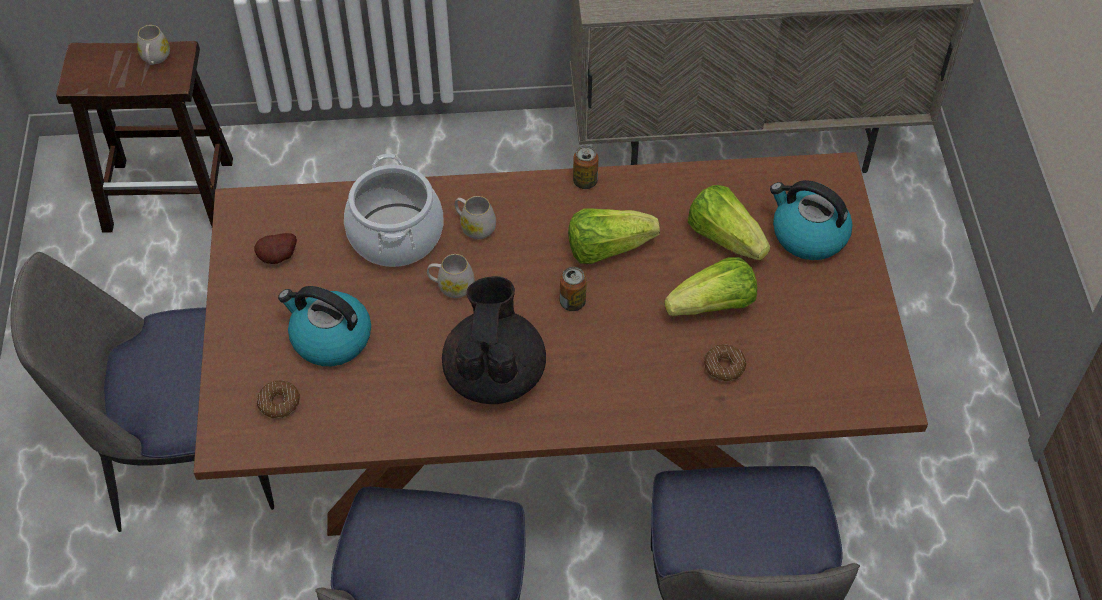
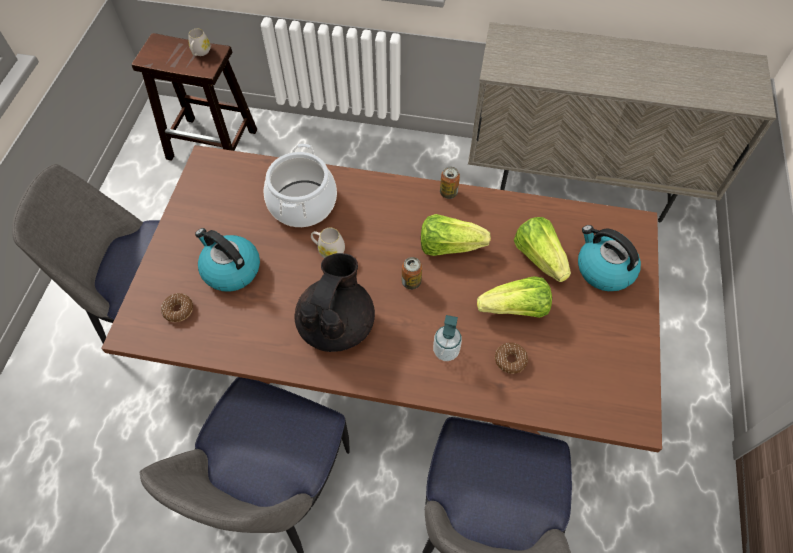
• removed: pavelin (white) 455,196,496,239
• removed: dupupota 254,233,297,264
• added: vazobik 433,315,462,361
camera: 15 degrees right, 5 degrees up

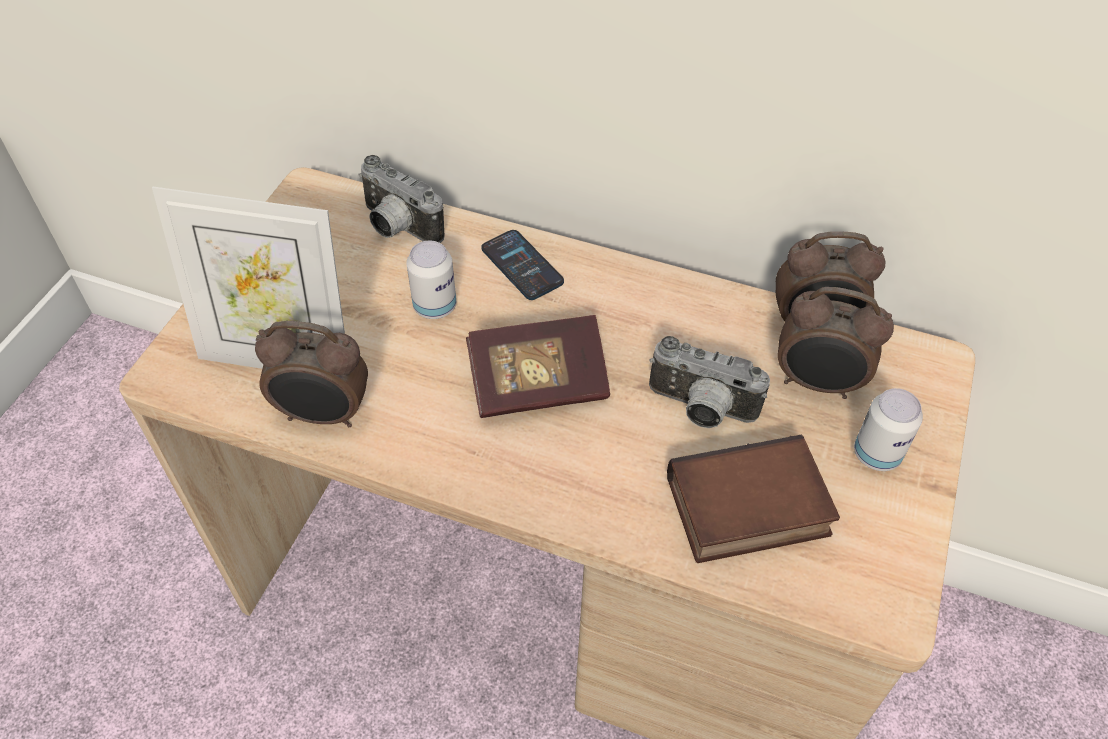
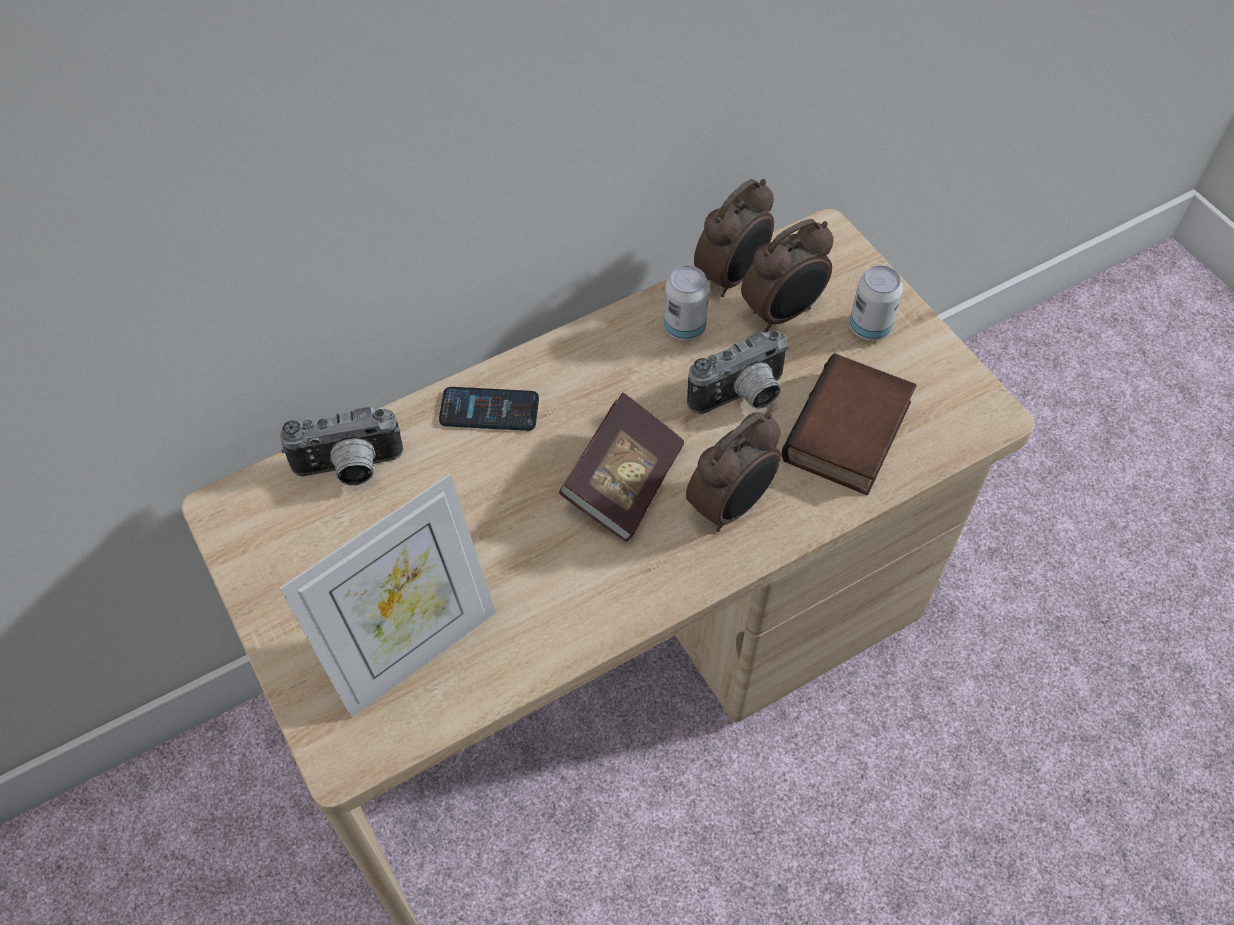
• moved: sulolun 406,241,456,319 to 664,265,710,341
• moved: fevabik 255,321,368,427 to 686,412,781,532
camera: 50 degrees left, 5 degrees up

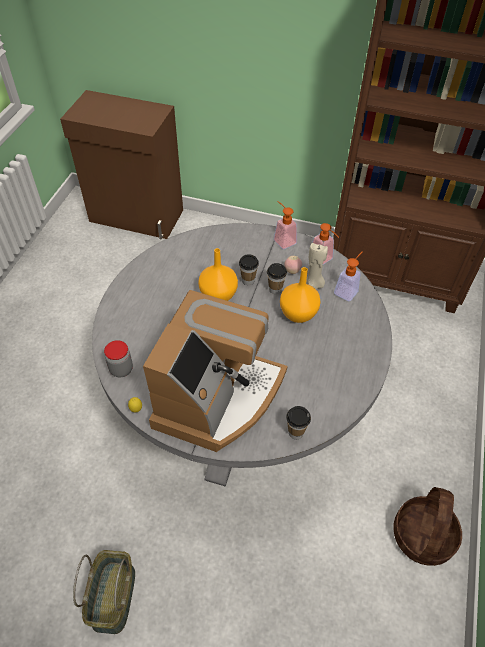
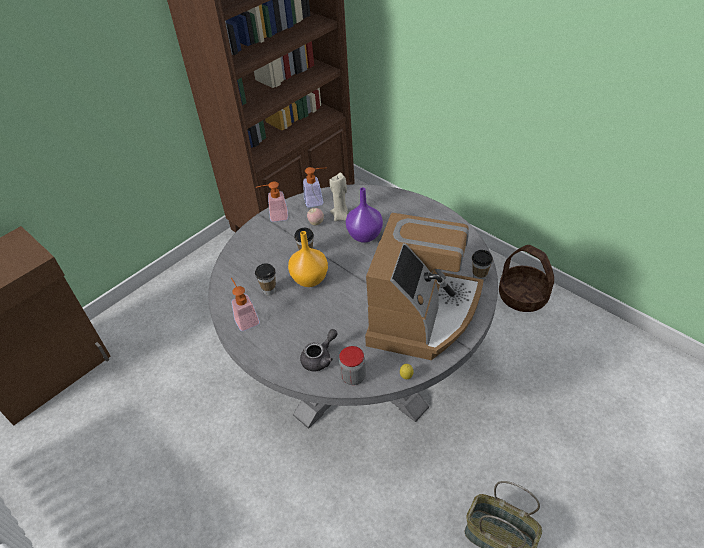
• moved: vazobik 334,251,363,301 to 231,278,260,331
• moved: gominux 267,263,287,294 to 255,263,276,295
• recoloured: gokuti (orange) 280,267,321,323 to gokuti (purple) 346,187,383,243
• turned: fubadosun 143,290,288,452 = 365,213,484,360 60 degrees clockwise
• added: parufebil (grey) 300,329,338,371
camera: 60 degrees left, 5 degrees down

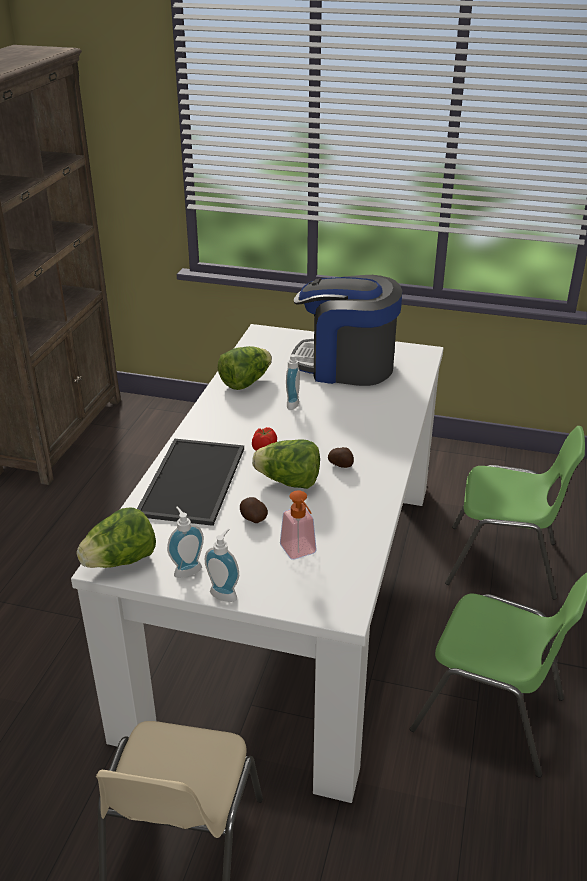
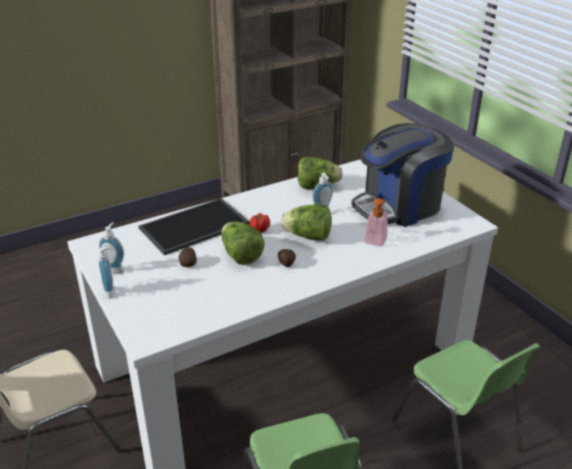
• turned: fubadosun 290,275,402,386 = 351,123,454,227 90 degrees counterclockwise
• moved: vazobik 280,490,317,560 to 364,198,388,246
• moved: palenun 76,507,156,568 to 281,204,332,241
camera: 45 degrees right, 0 degrees up

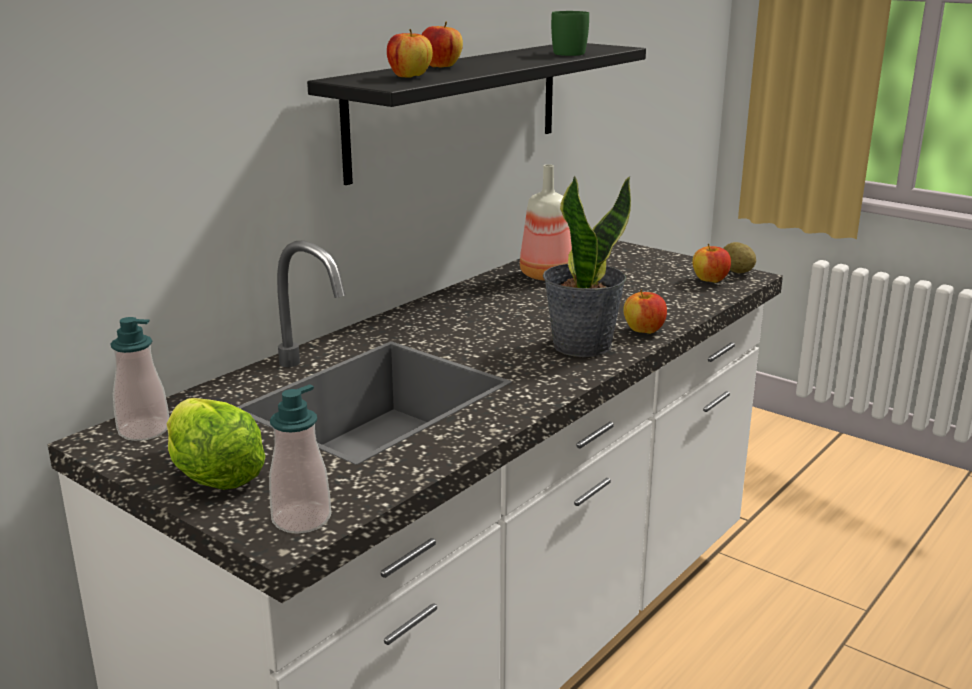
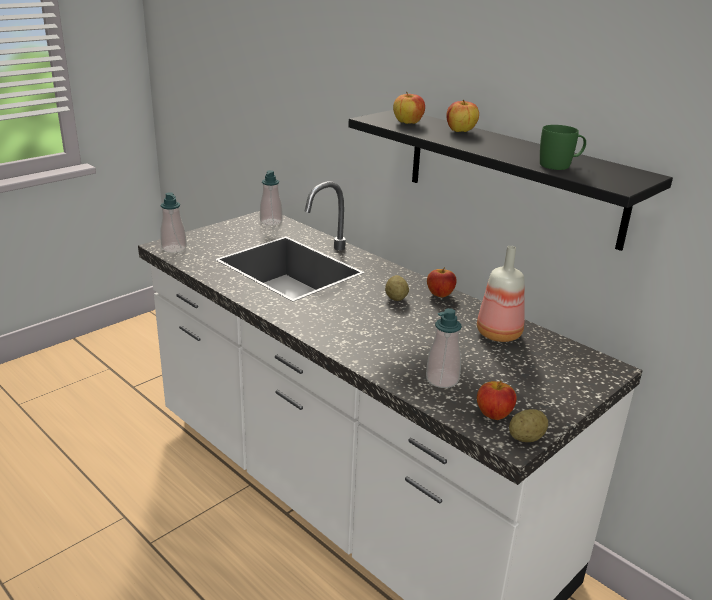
• removed: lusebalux 543,175,631,357
• moved: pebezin 623,290,667,334 to 427,267,457,297
• removed: palenun 166,398,265,490
• added: dupupota 385,275,409,301
• added: vazobik 426,308,462,388
camera: 95 degrees right, 5 degrees up

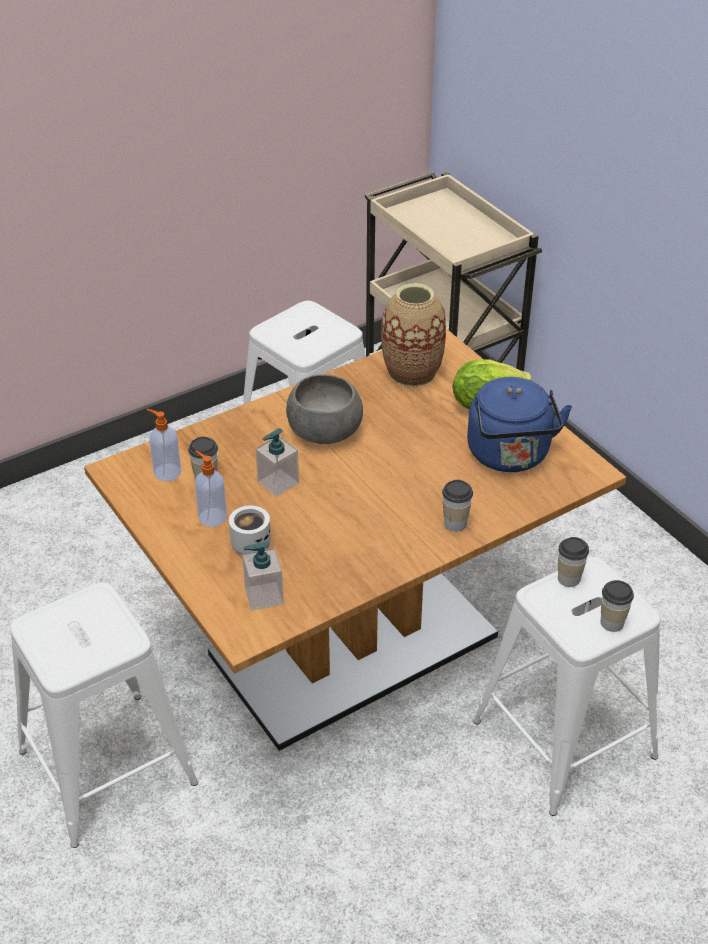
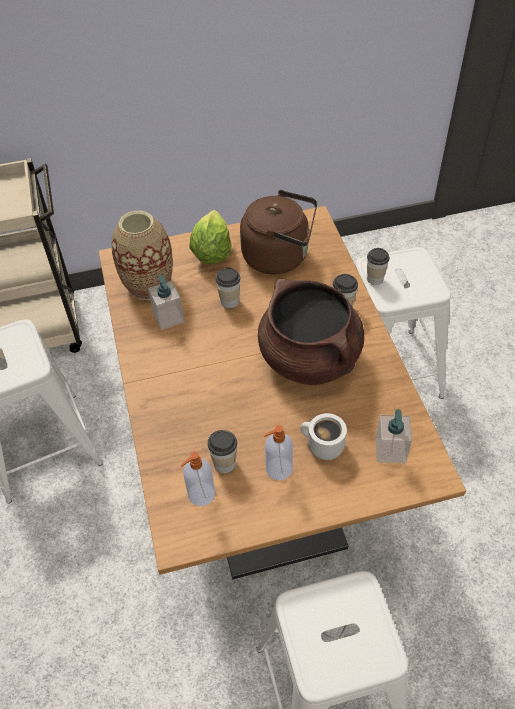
• removed: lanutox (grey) 286,374,363,444
• recoloured: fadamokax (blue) 467,377,572,472 to fadamokax (brown) 240,190,317,274
• moved: vazobik 256,428,299,496 to 148,275,184,330
• moved: gominux 601,580,634,632 to 216,267,240,308
• added: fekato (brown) 258,279,364,385
camera: 70 degrees left, 10 degrees up

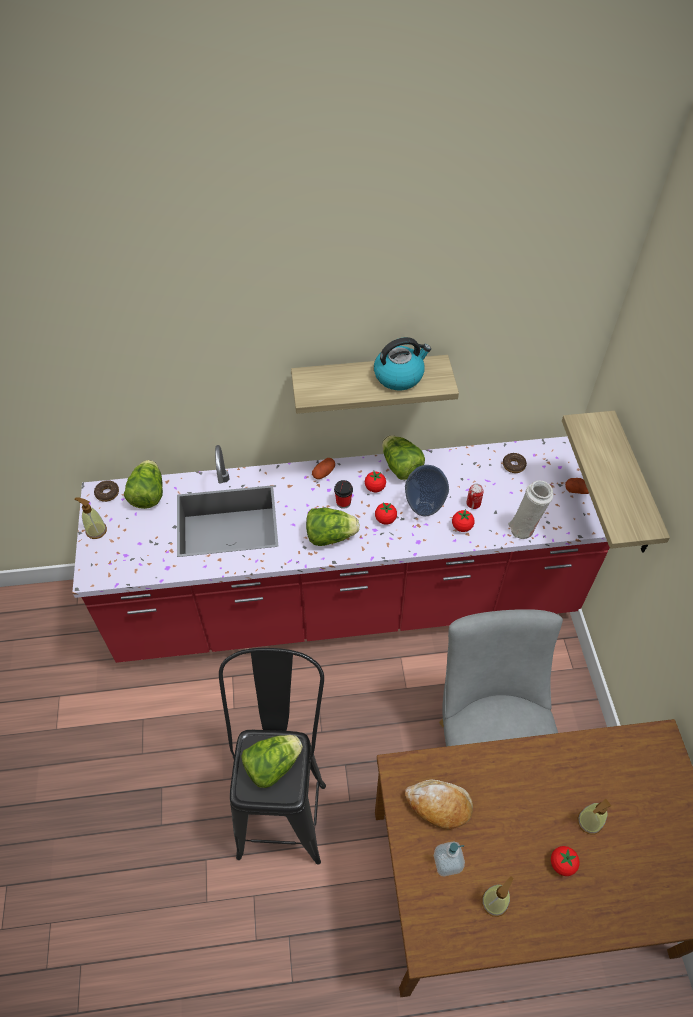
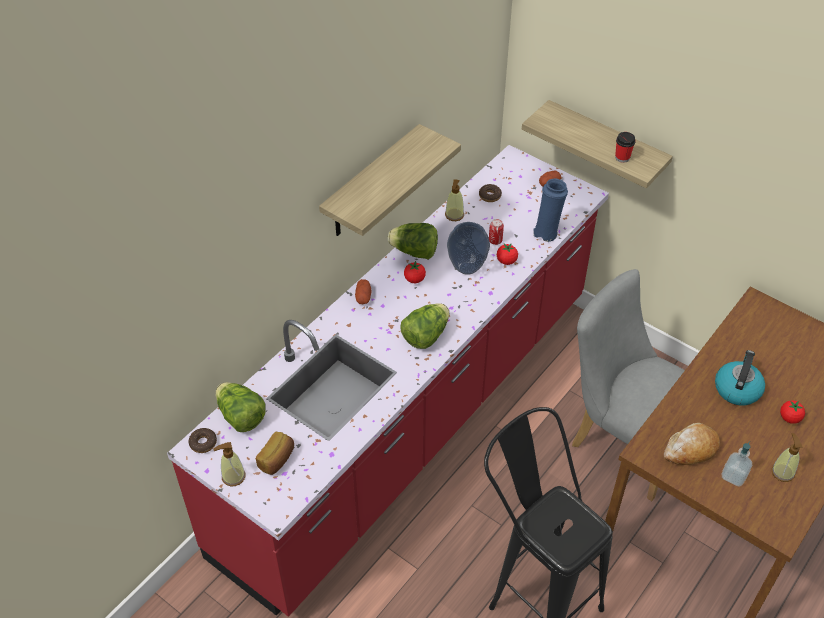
• moved: fadamokax 374,337,431,390 to 715,350,765,406
• moved: gominux 334,480,353,509 to 615,132,636,163
• recoloured: gokuti (white) 508,480,553,539 to gokuti (blue) 534,178,568,242
• removed: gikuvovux 375,502,397,525
• removed: palenun 241,735,303,788
• moved: vazobik 577,799,611,835 to 445,179,464,221
• added: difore 256,431,294,475
camera: 45 degrees left, 5 degrees down

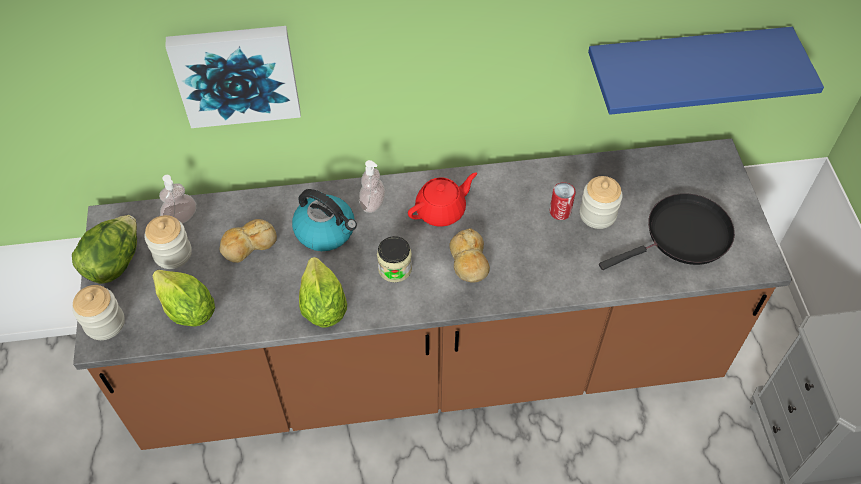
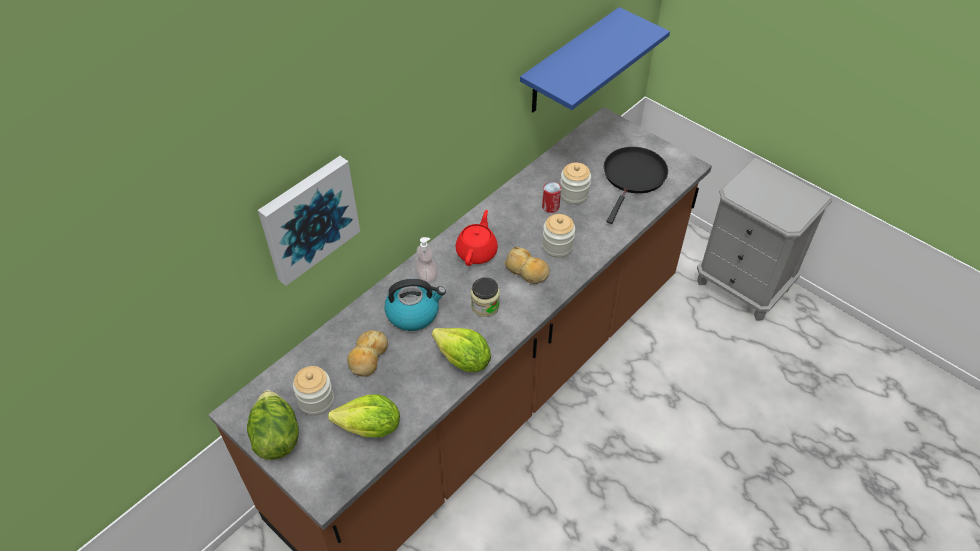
• removed: vazobik 159,175,196,224
• moved: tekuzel 72,285,125,340 to 542,214,575,258
camera: 40 degrees left, 5 degrees down

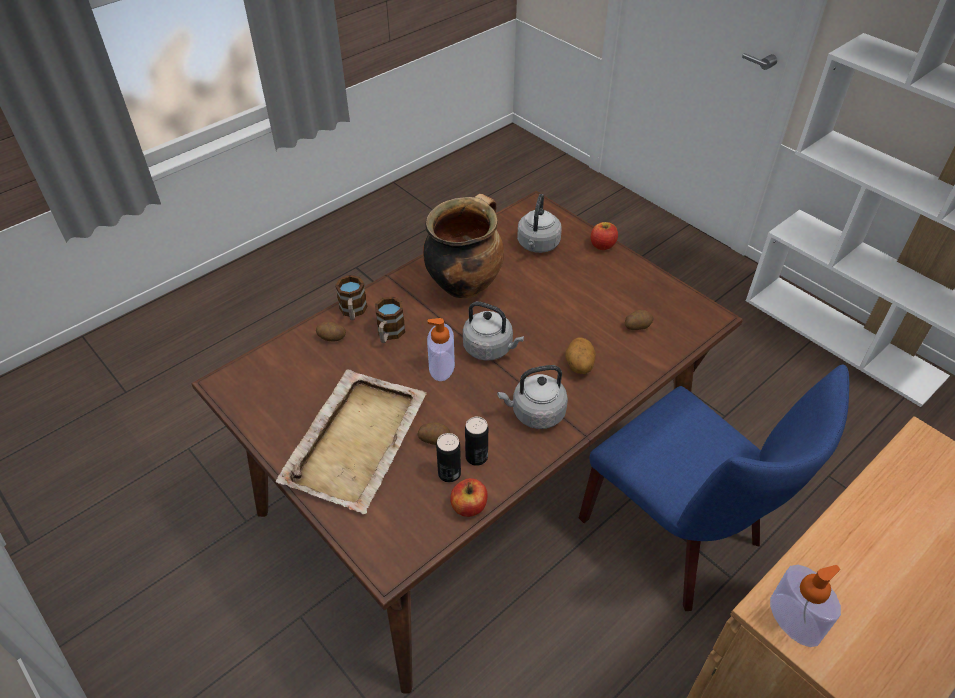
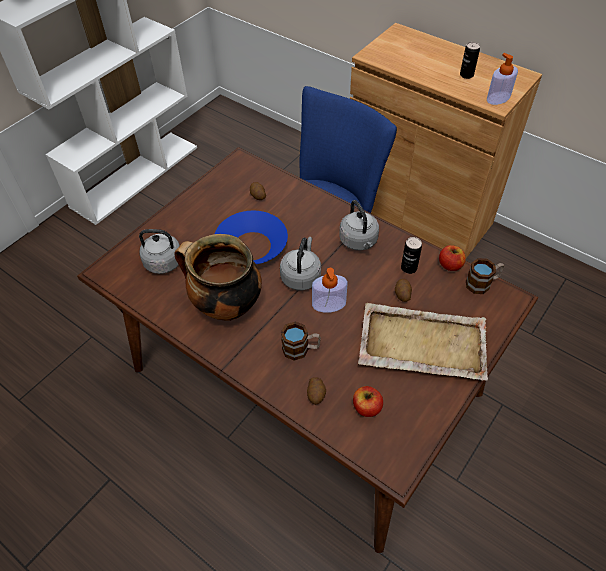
• moved: pebezin 591,222,618,250 to 353,386,383,417
• moved: pavelin 335,275,368,320 to 466,258,504,294
• removed: dupupota 565,338,596,374
• moved: sulolun 436,433,461,482 to 460,42,480,79
• added: lanutox (blue) 215,211,288,264
camera: 100 degrees left, 5 degrees up

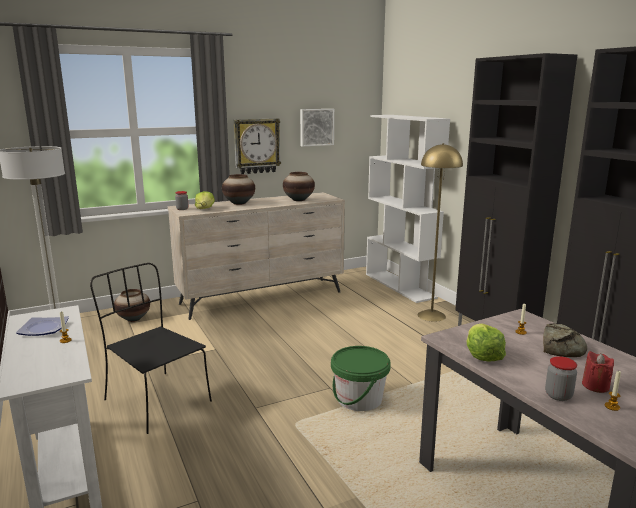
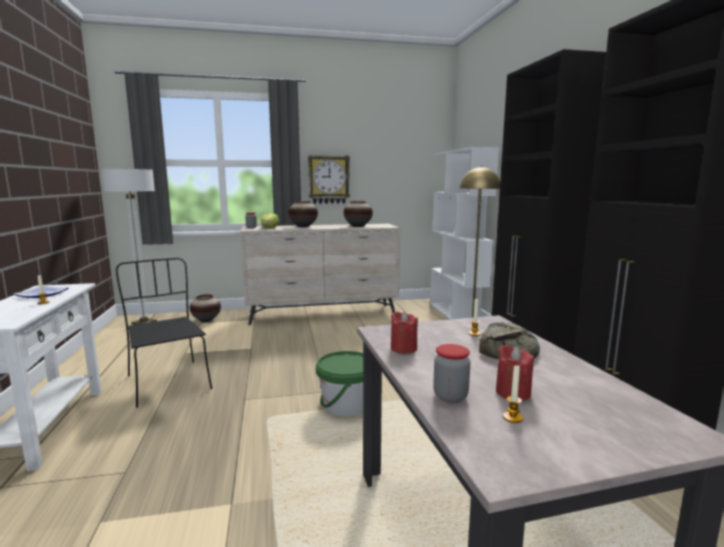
• removed: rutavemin 300,109,334,147
• replaced: palenun 467,323,506,361 to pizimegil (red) 391,311,418,354
camera: 15 degrees right, 5 degrees down

